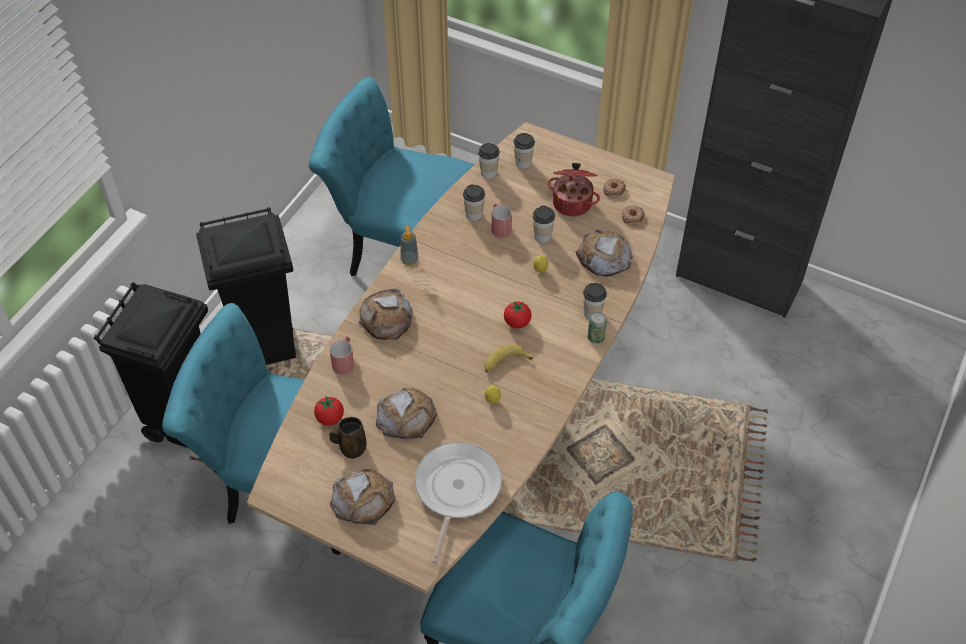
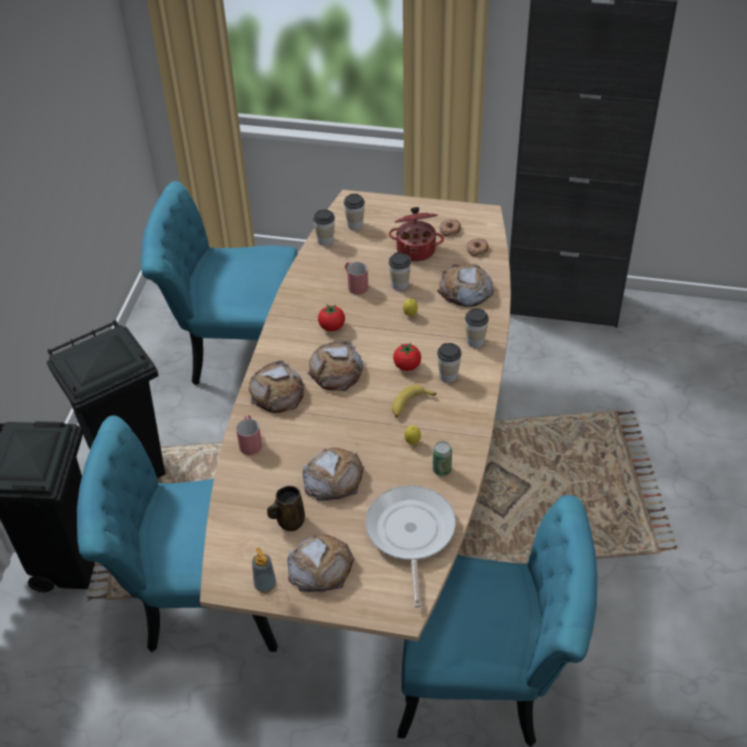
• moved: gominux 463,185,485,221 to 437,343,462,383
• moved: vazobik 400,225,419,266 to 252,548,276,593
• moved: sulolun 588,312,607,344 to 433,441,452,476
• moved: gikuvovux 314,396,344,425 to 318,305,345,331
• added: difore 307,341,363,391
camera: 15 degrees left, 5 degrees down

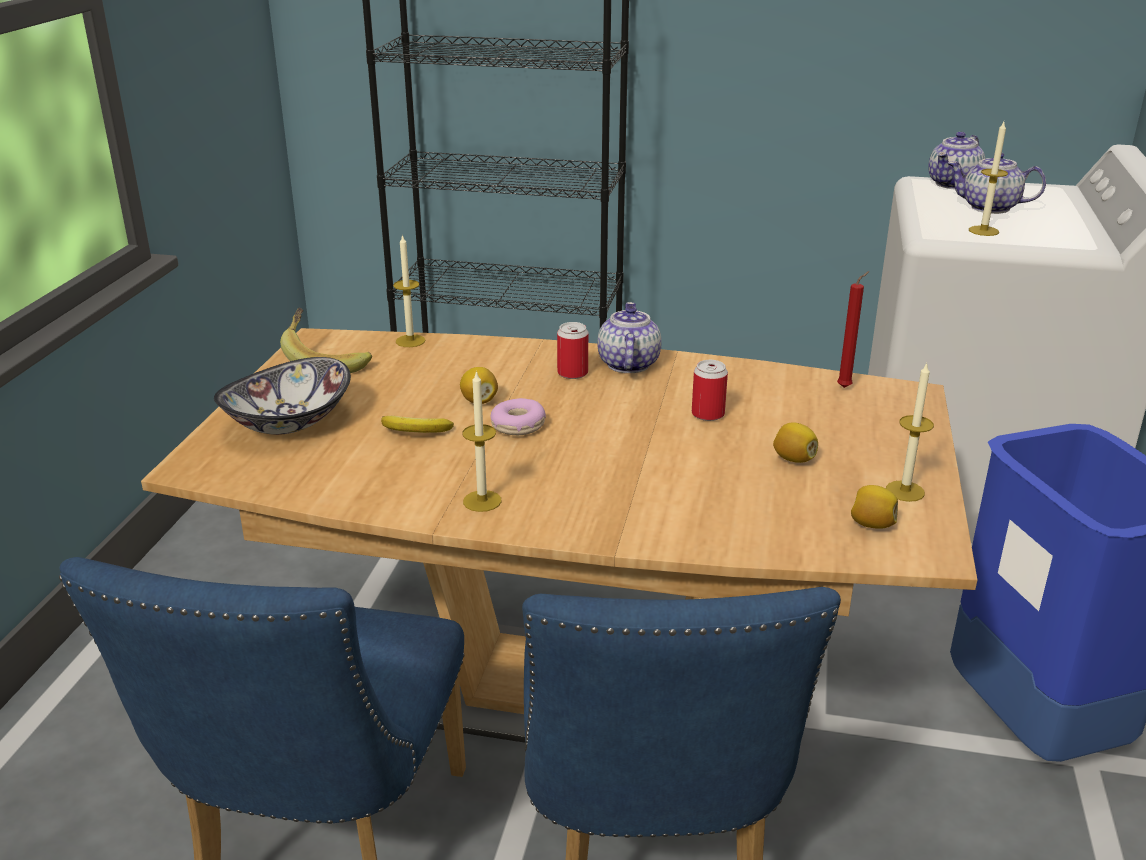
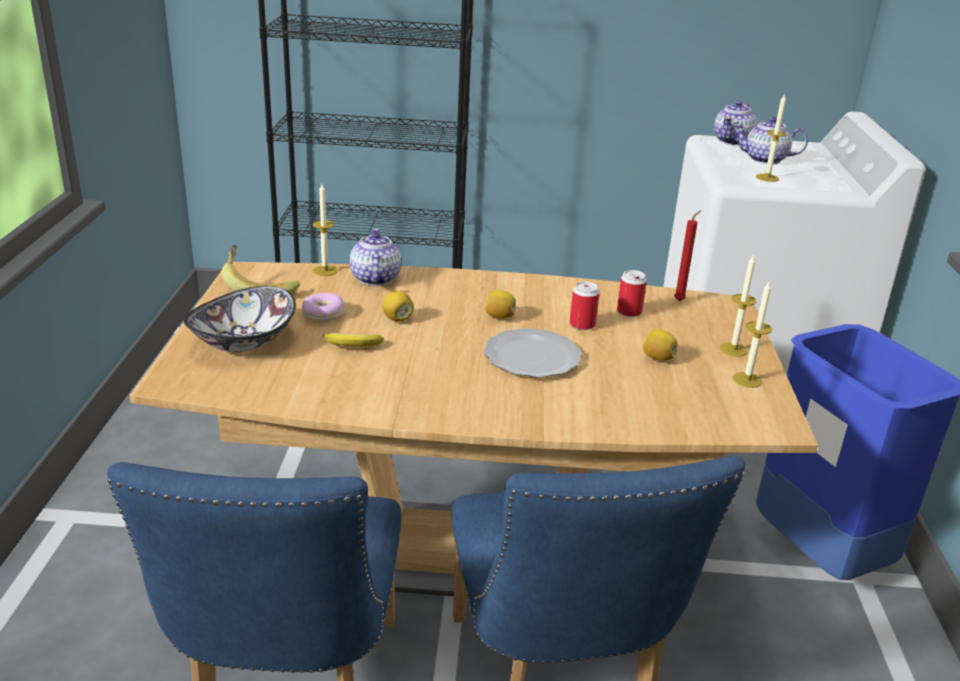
• moved: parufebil 597,302,662,373 to 350,229,401,286
• moved: sulolun 557,322,588,379 to 617,270,647,317
• moved: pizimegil 462,371,501,512 to 720,254,757,357
• moved: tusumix 490,398,546,435 to 301,293,345,321
• moved: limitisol 851,485,898,529 to 485,290,516,319
• added: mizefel 484,328,581,378
camera: 10 degrees left, 0 degrees up

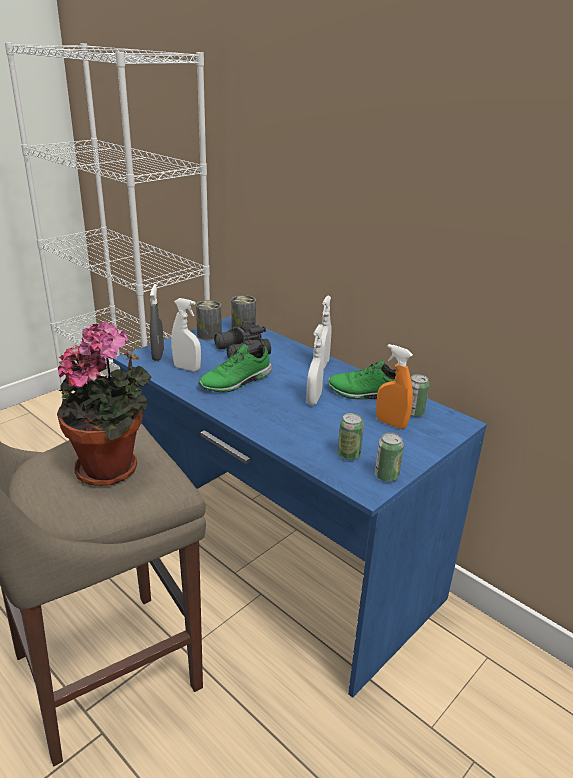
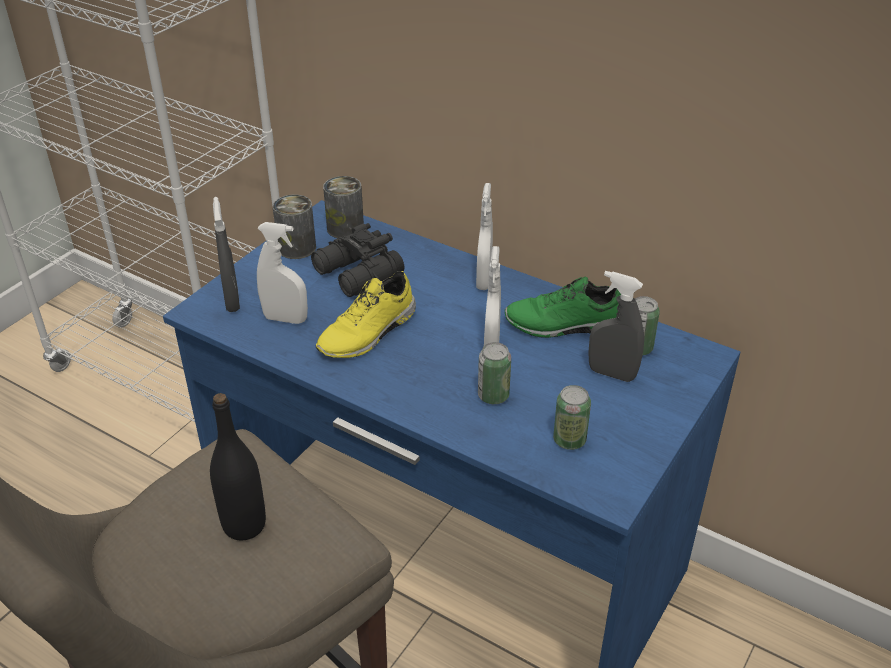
• replaced: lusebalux 57,321,152,486 to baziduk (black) 210,393,266,540
• recoloured: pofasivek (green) 198,344,272,392 to pofasivek (yellow) 316,271,416,358
• recoloured: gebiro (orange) 376,344,413,429 to gebiro (grey) 588,271,644,382
• moved: sulolun 375,432,404,482 to 478,342,511,404
camera: 10 degrees left, 10 degrees up

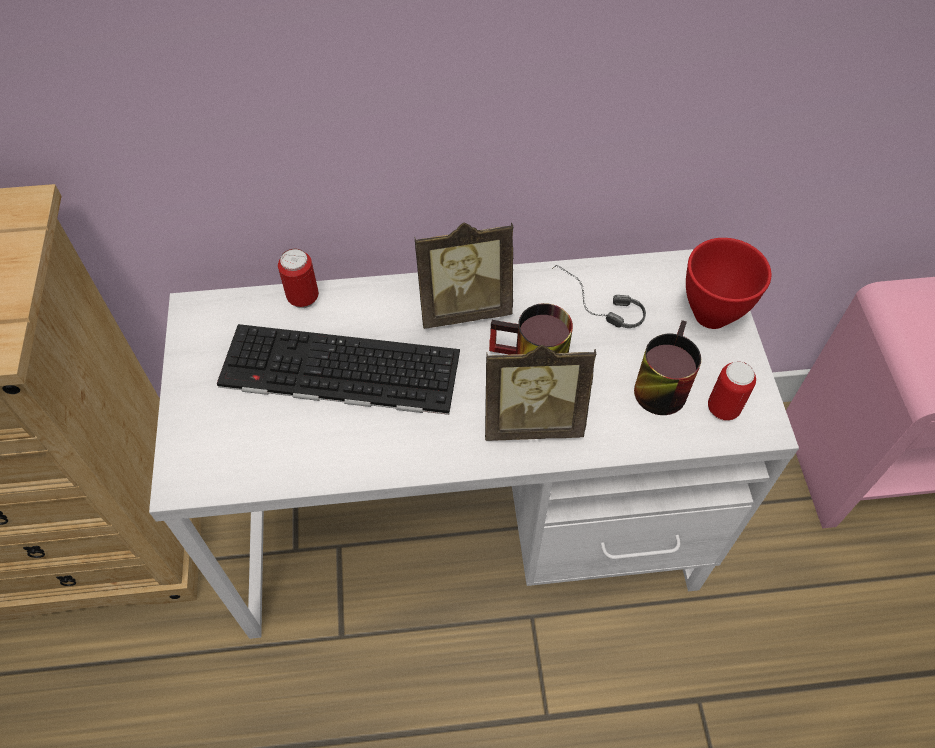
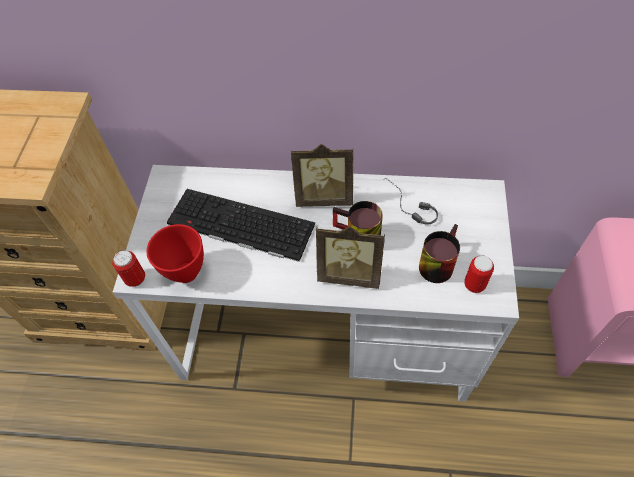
• moved: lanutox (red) 686,238,771,329 to 147,224,204,283
• moved: sulolun 278,249,319,308 to 112,250,145,287
camera: 15 degrees right, 0 degrees up

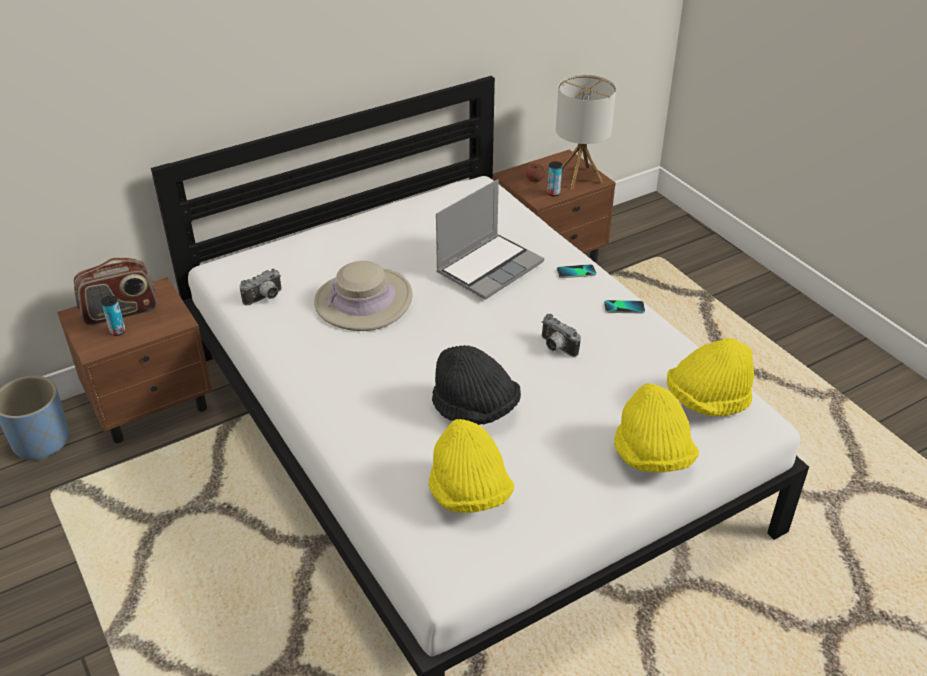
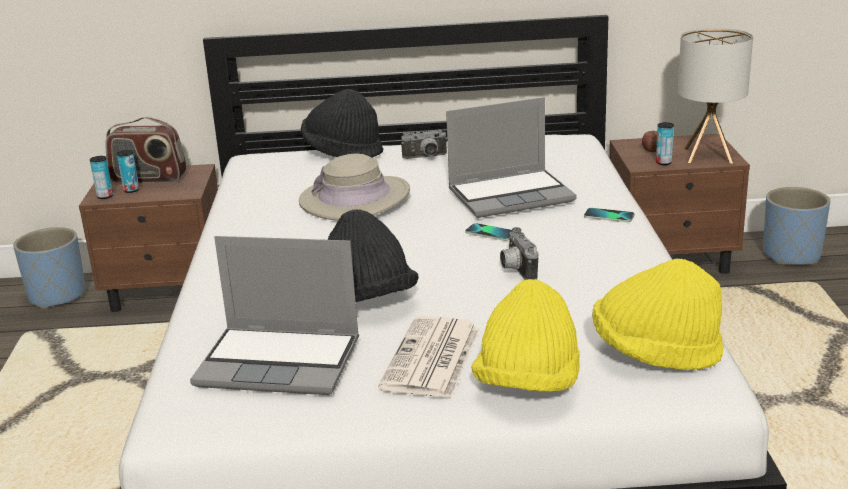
• moved: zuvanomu 240,269,282,306 to 401,129,447,159
• moved: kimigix 604,300,645,313 to 465,223,512,241
• replaced: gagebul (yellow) 428,419,514,513 to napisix 190,236,359,395
• added: gagebul (black) 301,89,383,157
• added: sulolun 90,156,113,199
• added: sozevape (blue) 763,187,830,265
• added: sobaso 378,316,480,398
camera: 30 degrees right, 15 degrees down

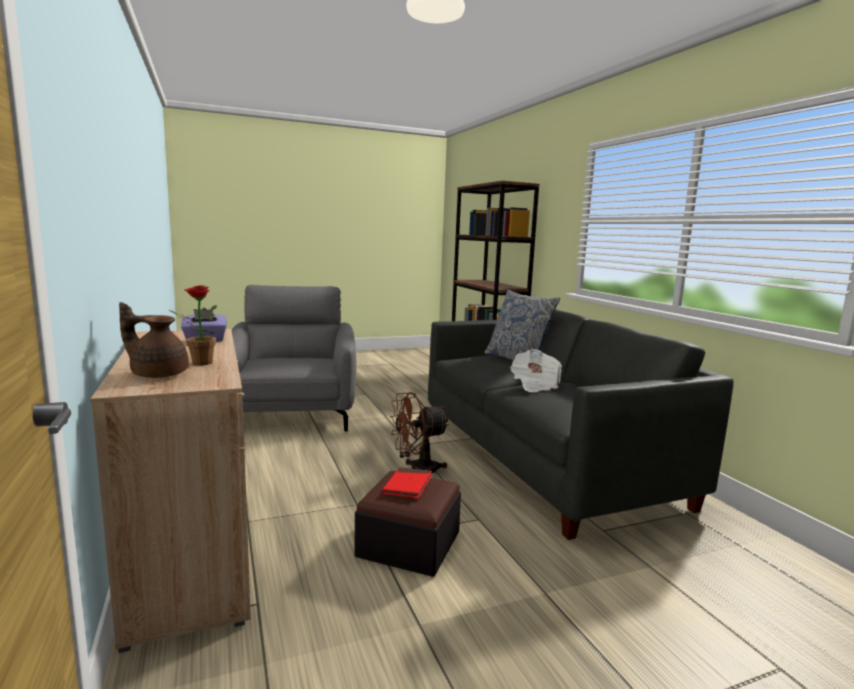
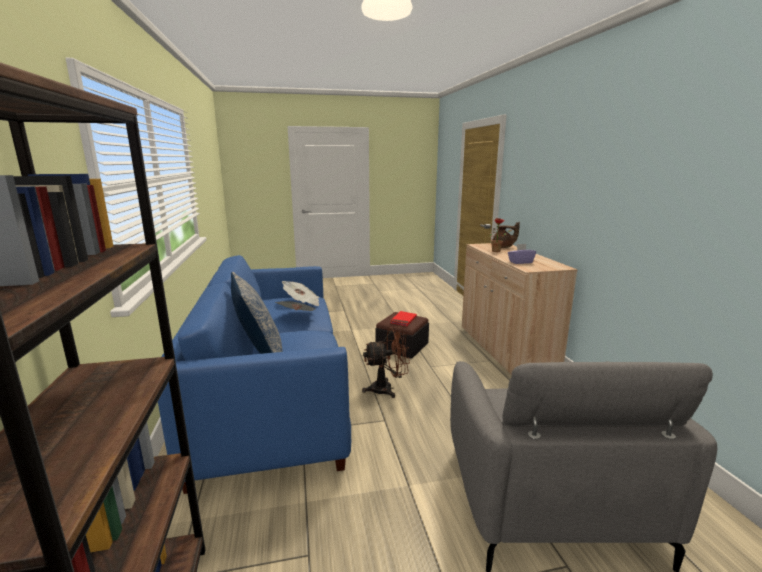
• recoloured: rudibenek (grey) 428,309,734,540 to rudibenek (blue) 158,255,351,494
• added: sobaso 282,281,319,306
camera: 170 degrees left, 5 degrees up

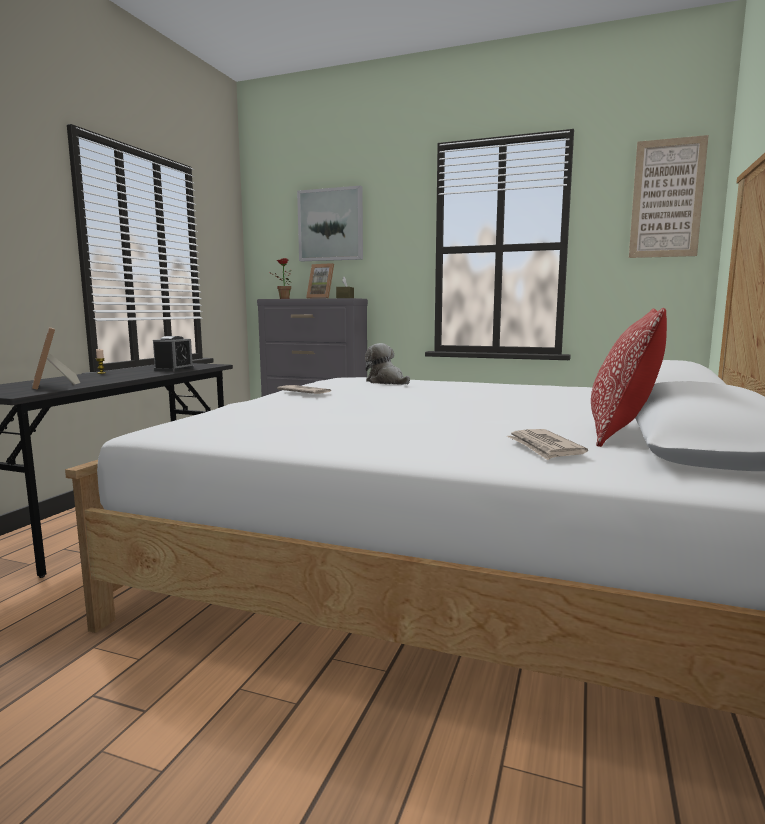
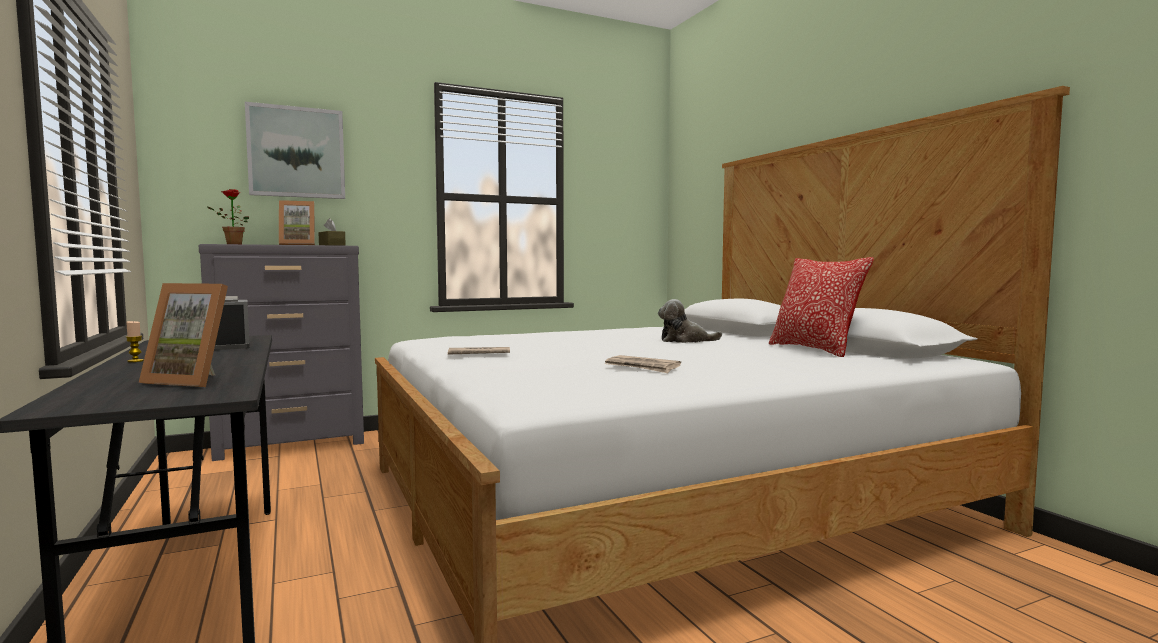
• removed: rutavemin 629,135,709,258
• moved: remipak 365,343,410,385 to 658,299,722,343
• moved: sobaso 507,429,588,460 to 605,355,681,373
camera: 45 degrees left, 5 degrees down

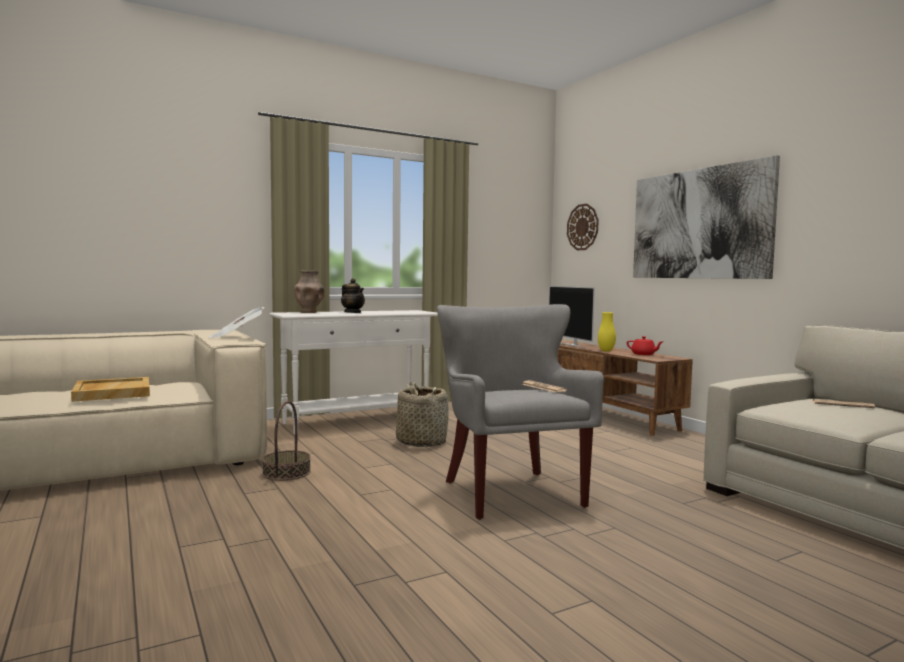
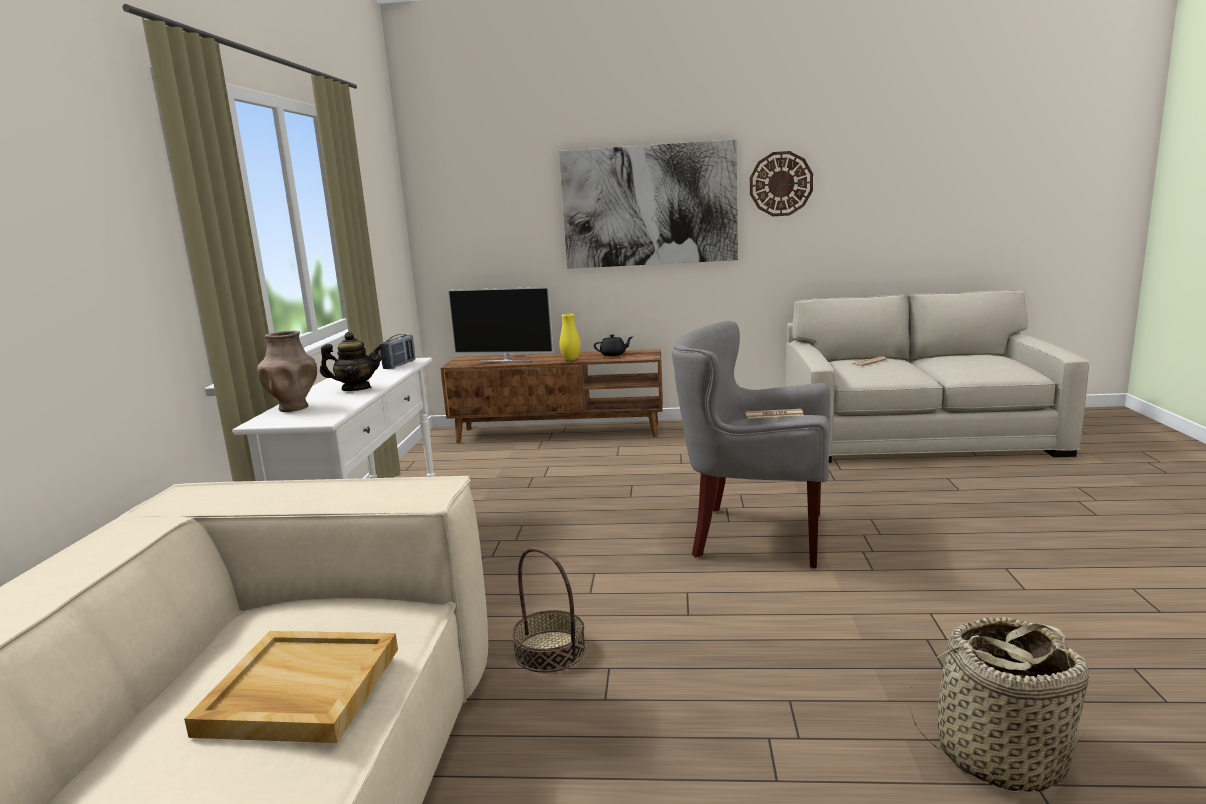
• moved: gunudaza 567,204,599,250 to 750,151,813,216
• removed: sobaso 208,307,265,338
• recoloured: parufebil (red) 627,336,663,355 to parufebil (black) 594,334,632,356
• moved: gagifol 396,382,449,447 to 910,617,1089,793
• added: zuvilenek 380,334,415,369
camera: 55 degrees left, 10 degrees up

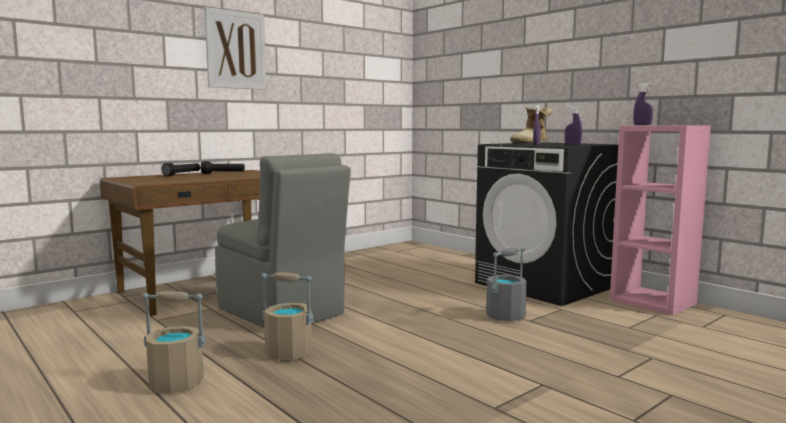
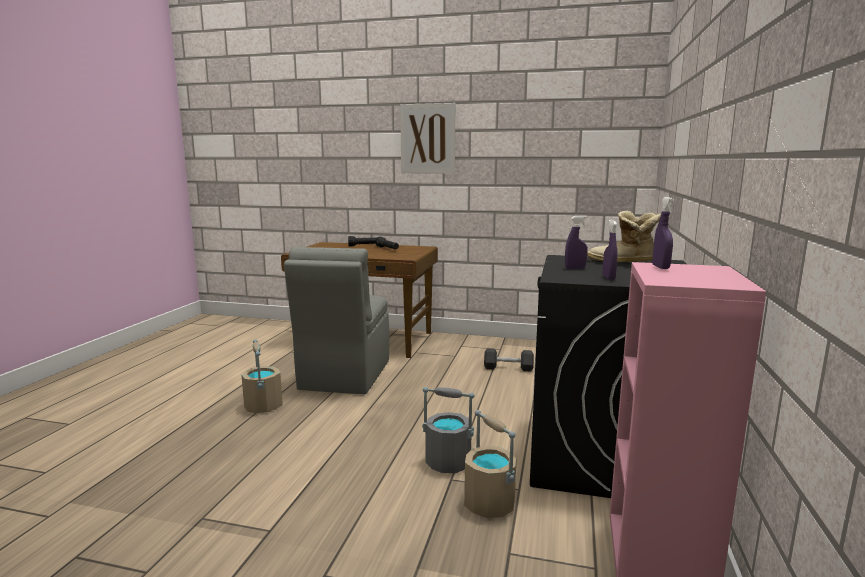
• moved: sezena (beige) 142,291,205,393 to 464,410,516,518
• added: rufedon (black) 484,348,534,371
camera: 55 degrees right, 5 degrees up

